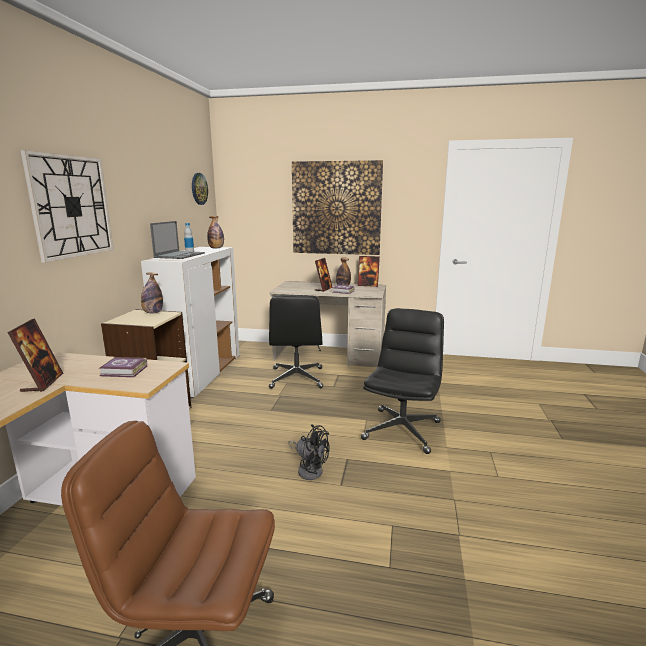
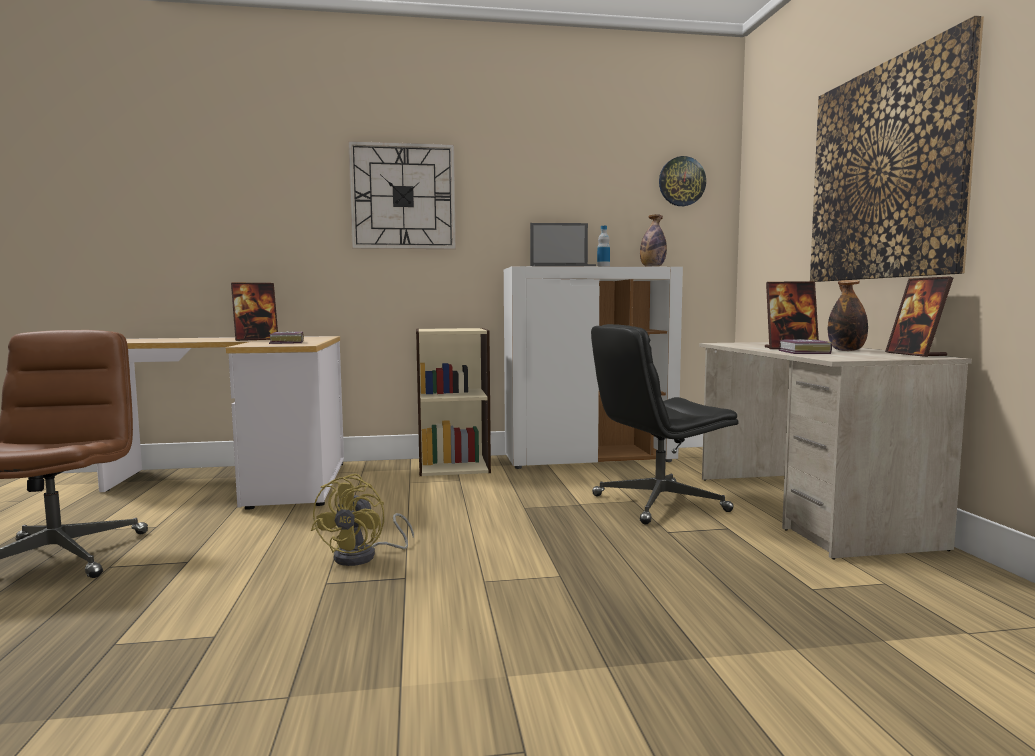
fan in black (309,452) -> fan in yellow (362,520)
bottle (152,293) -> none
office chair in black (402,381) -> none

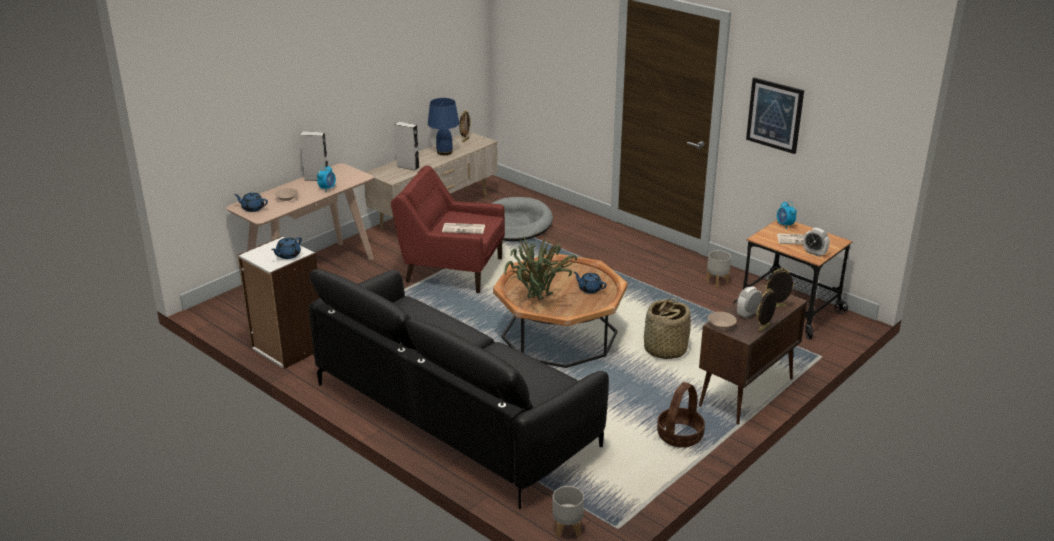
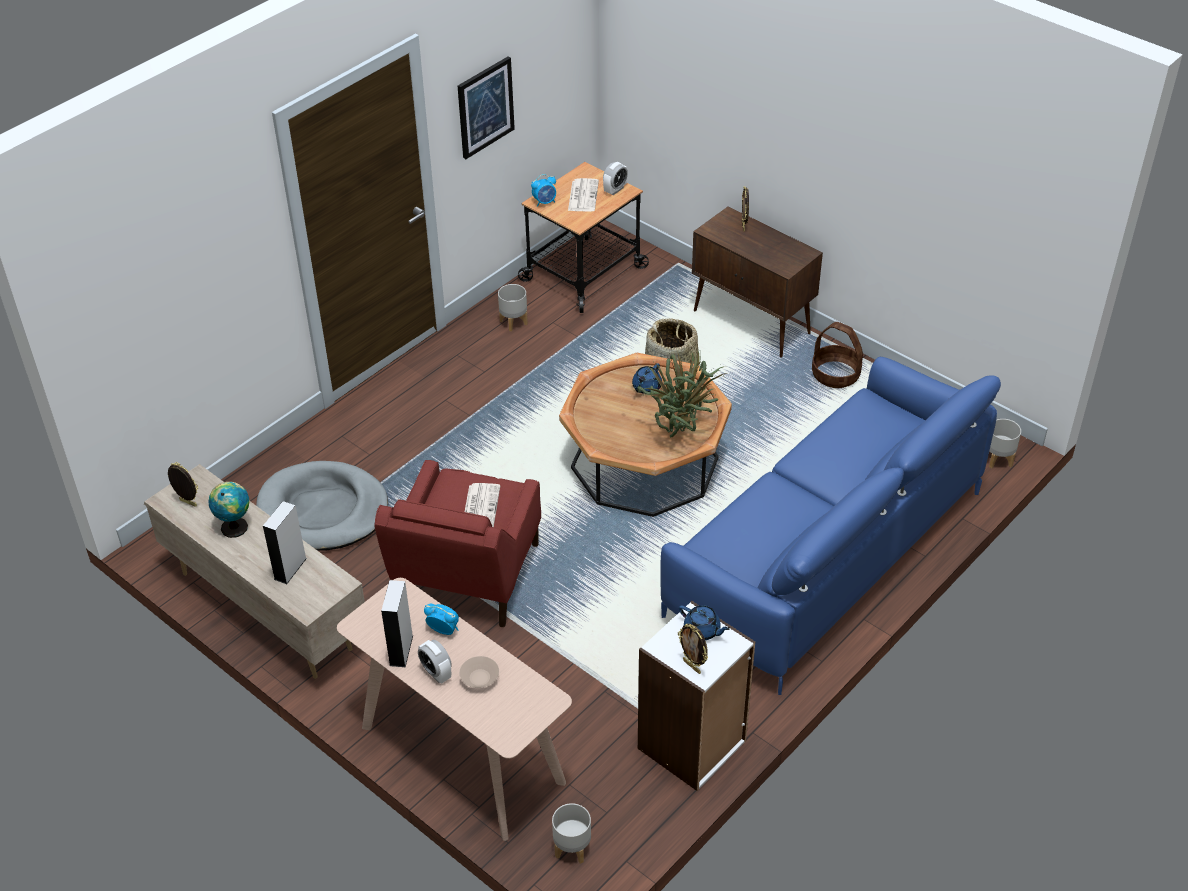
table lamp in blue (443,126) -> globe (229,510)
alarm clock (749,302) -> alarm clock (435,662), moved
none -> planter in grey (571,833)
sofa in black (459,389) -> sofa in blue (830,526)
picture frame (766,310) -> picture frame (693,649), moved
teapot in blue (251,202) -> none
bowl in beige (722,320) -> none

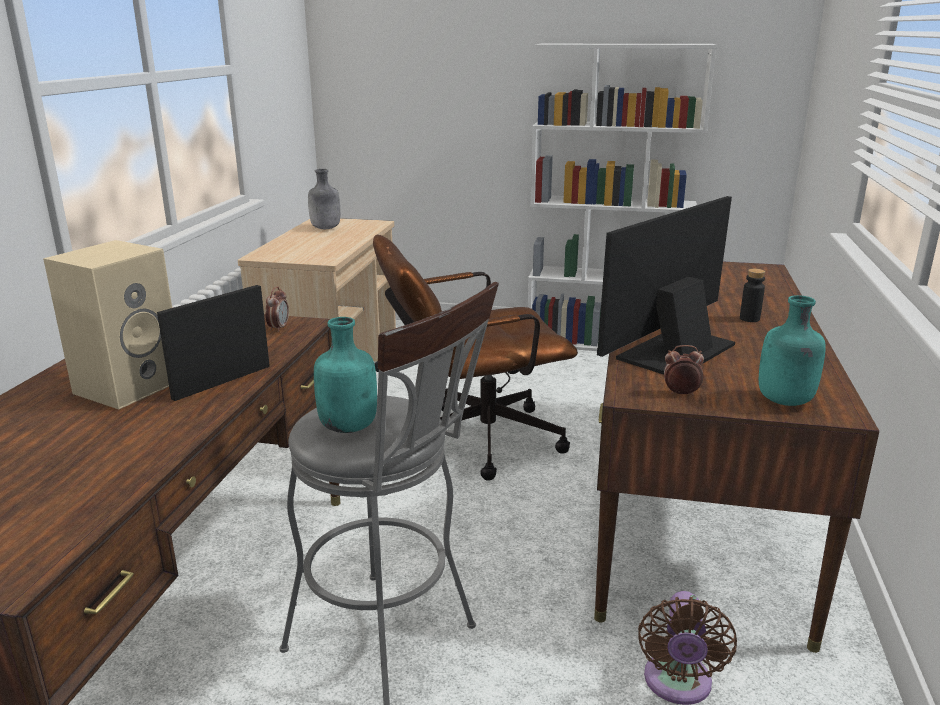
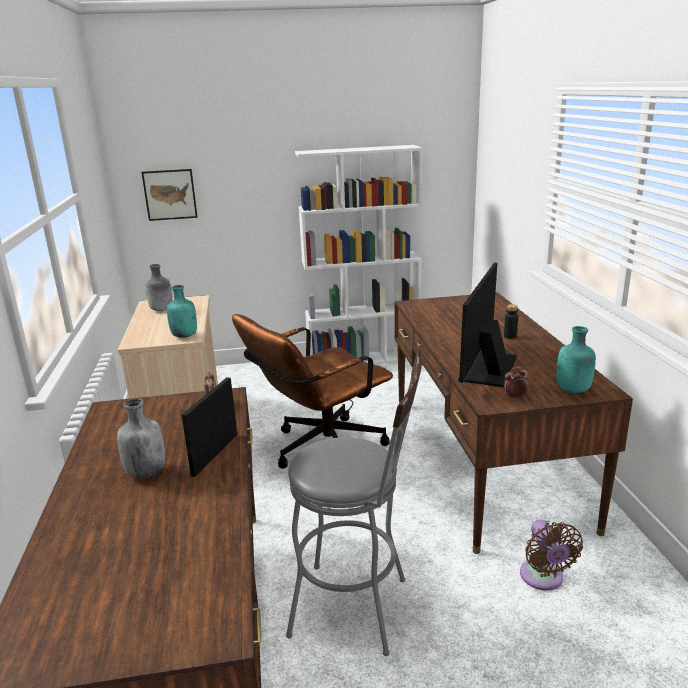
speaker in beige (107,324) -> bottle in grey (141,438)
none -> picture (169,195)
bottle in turquoise (345,375) -> bottle in turquoise (182,311), moved

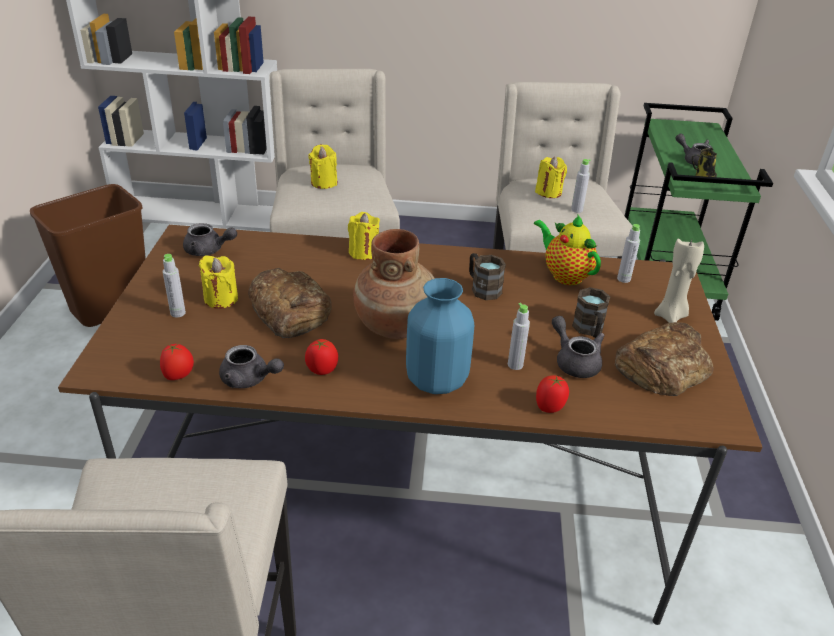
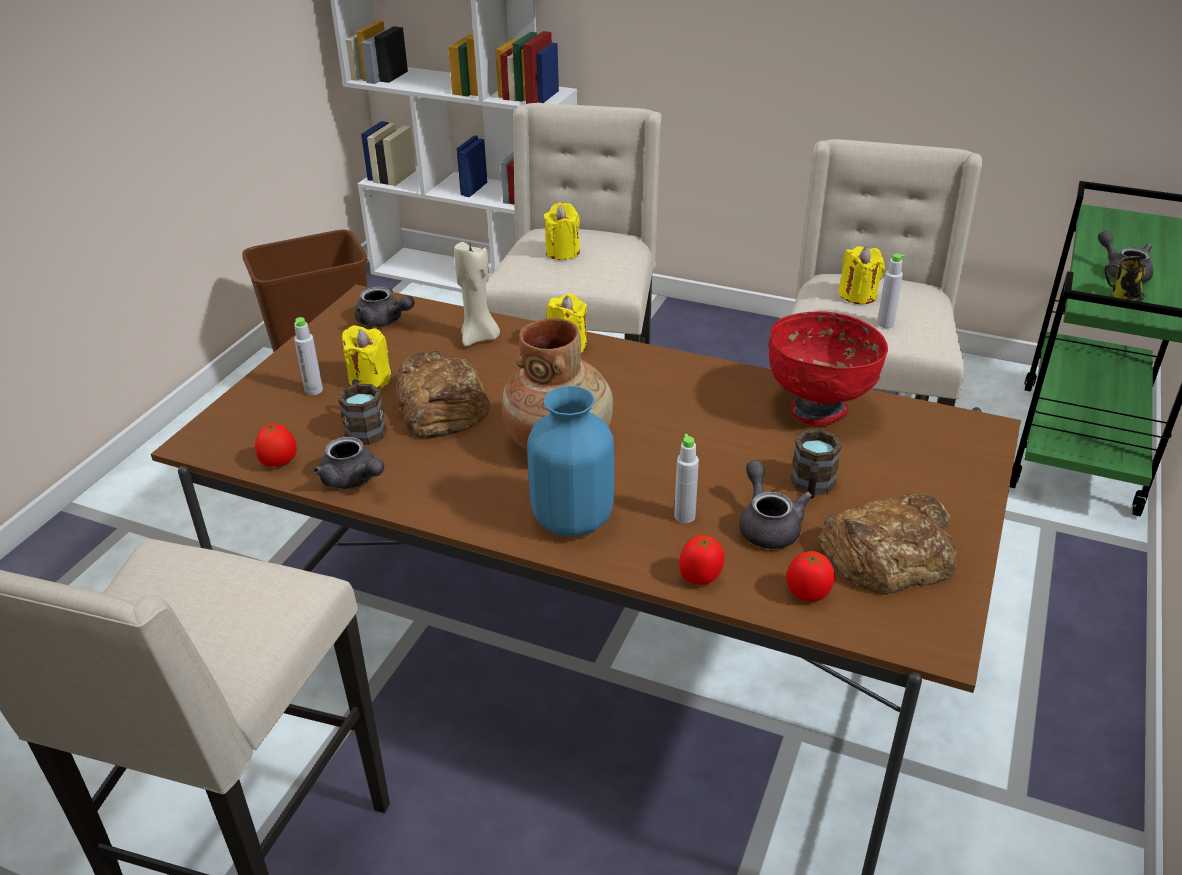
mug in brown (487,276) -> mug in brown (362,412), moved
candle in beige (679,280) -> candle in beige (477,294), moved
teapot (567,250) -> bowl in red (828,368)
tomato (321,357) -> tomato (810,576), moved
bottle in grey (628,253) -> none

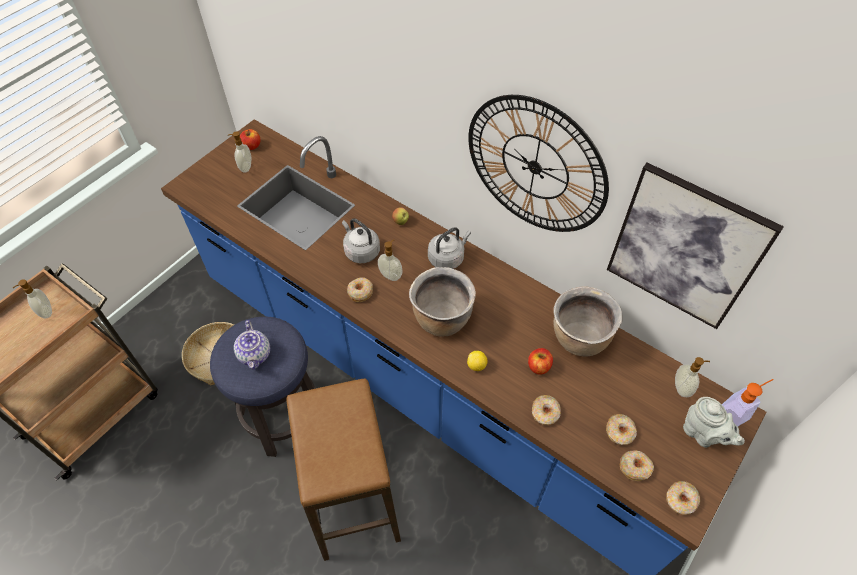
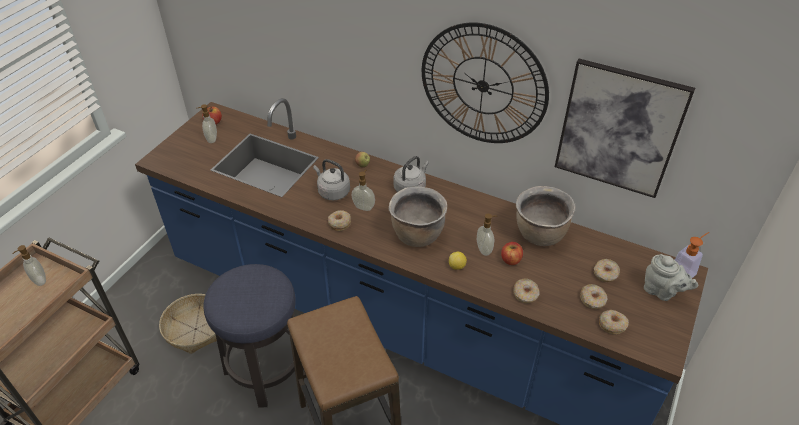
soap dispenser (692,377) -> soap dispenser (487,235), moved
donut (683,498) -> donut (607,270), moved
teapot (252,345) -> none

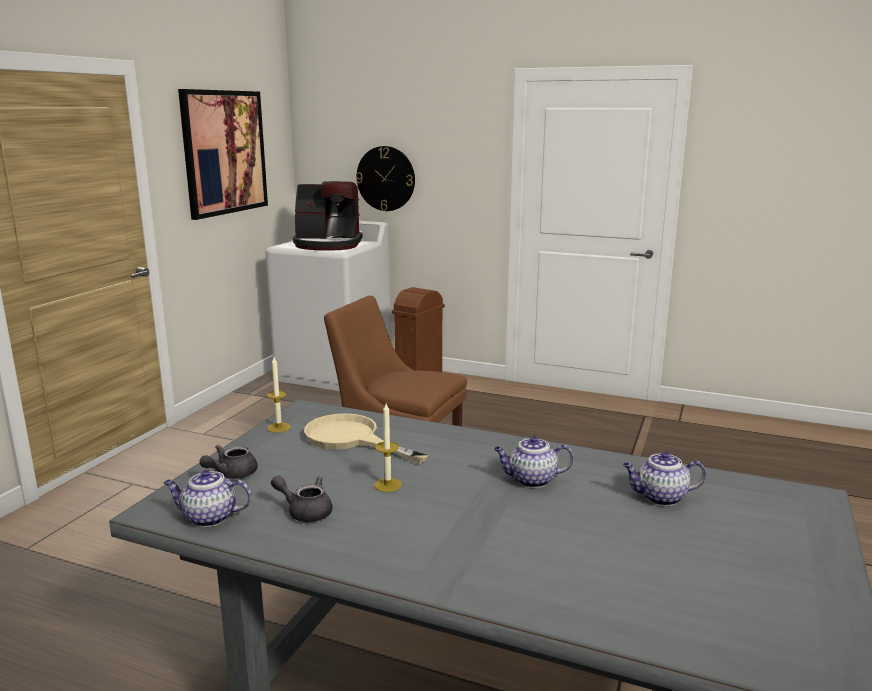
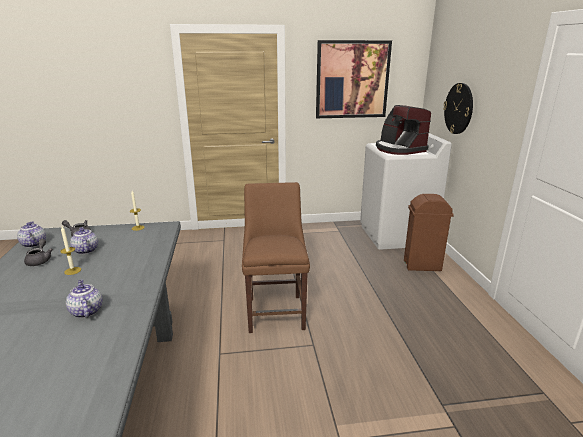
teapot (664,479) -> teapot (84,240), moved
frying pan in beige (366,438) -> none

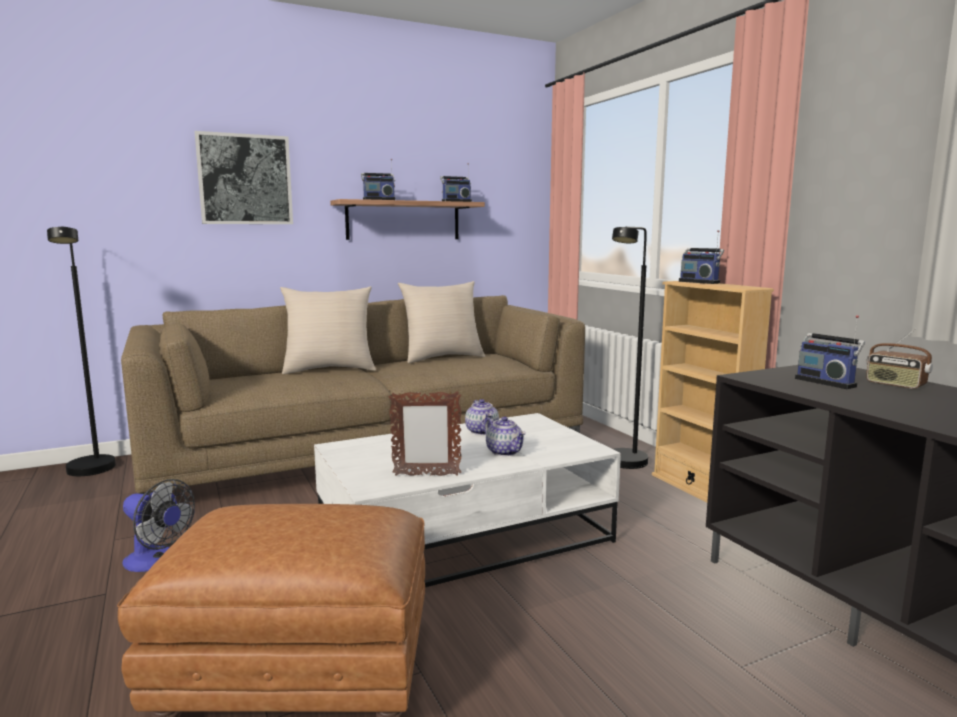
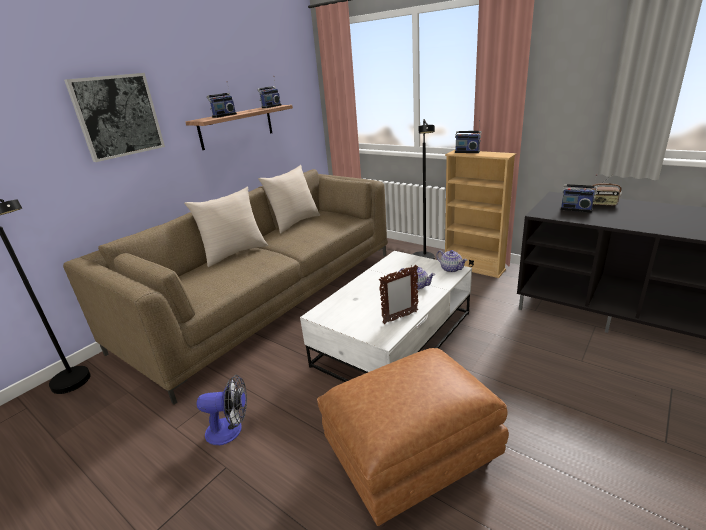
teapot (482,417) -> teapot (451,261), moved

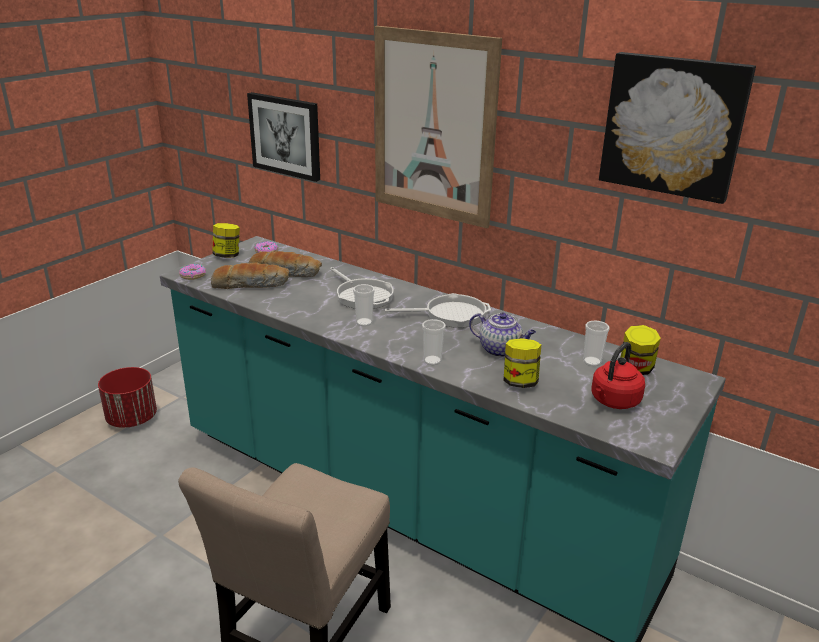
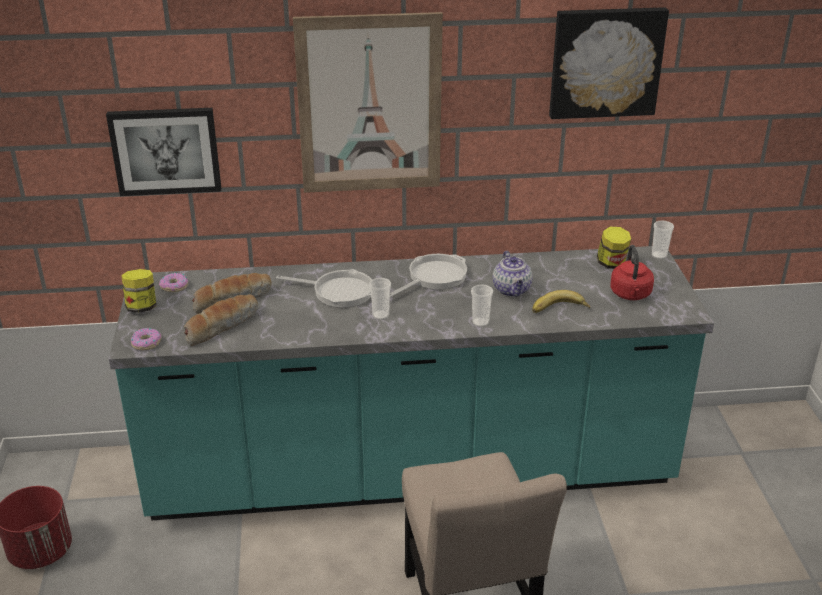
teapot (502,335) -> teapot (513,274), 90 degrees clockwise
jar (522,363) -> banana (561,301)
cup (596,343) -> cup (663,239), moved

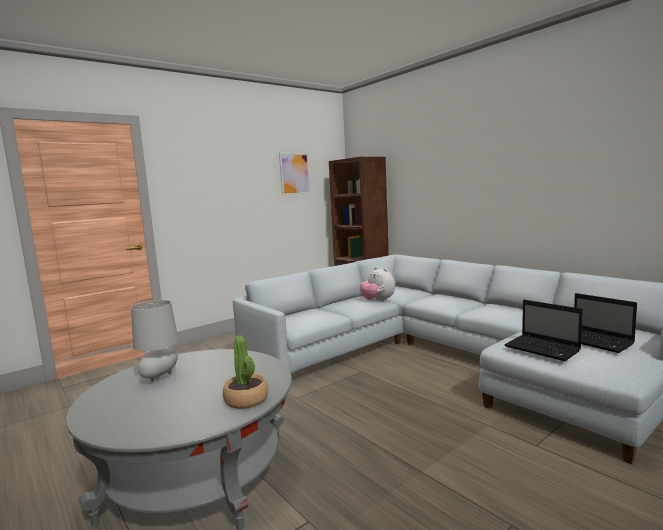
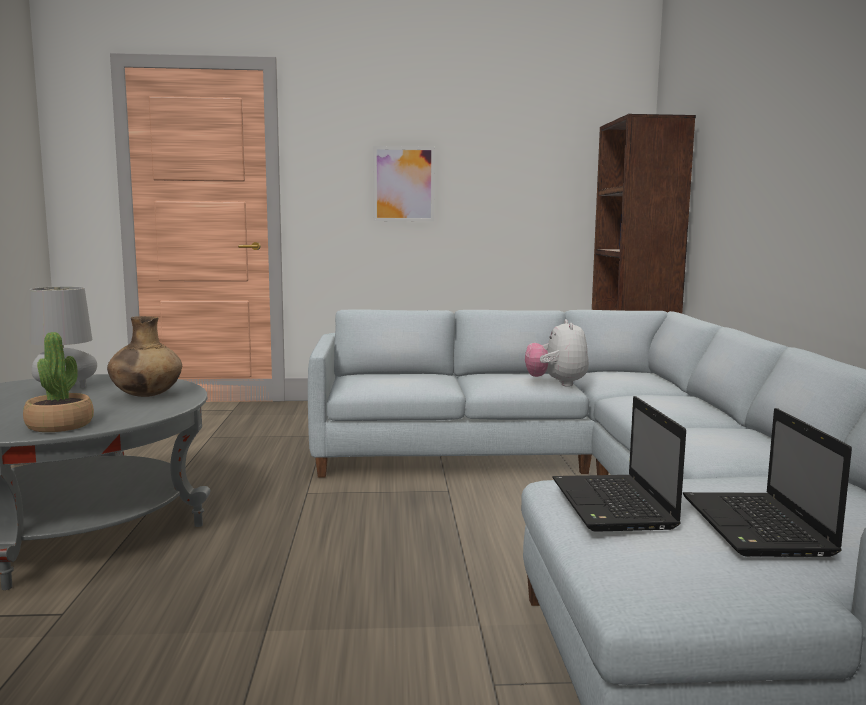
none -> vase in brown (144,356)
picture (295,174) -> picture (404,184), moved

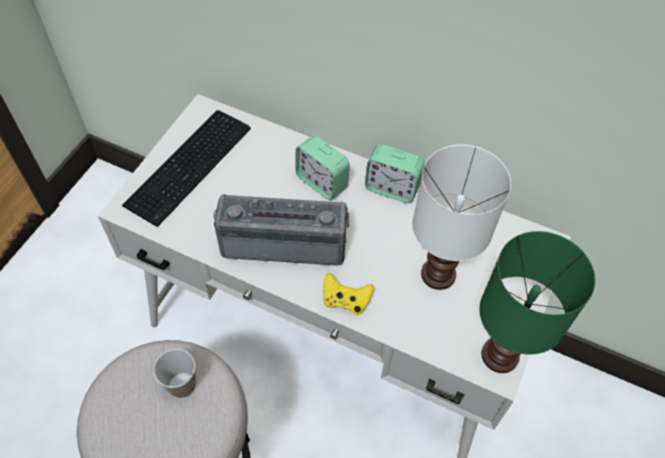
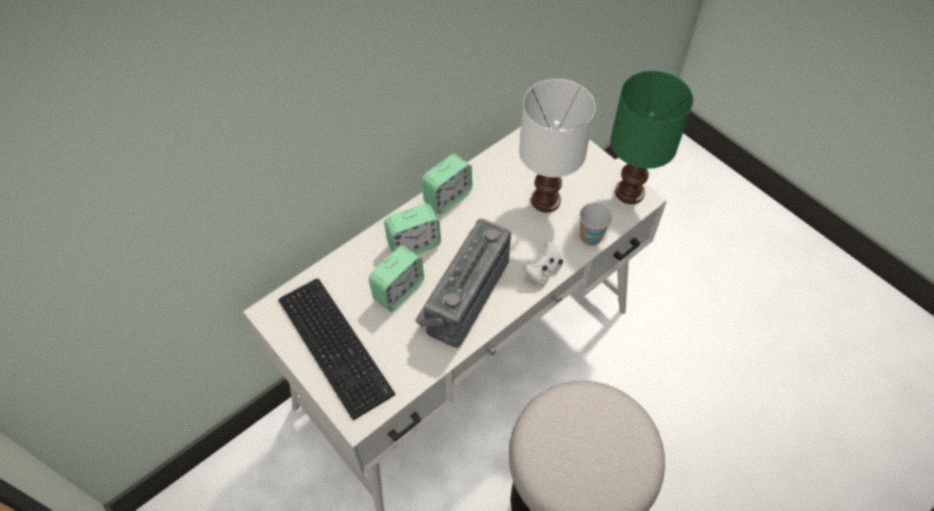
none -> alarm clock (396,279)
game controller in yellow (348,294) -> game controller in white (543,263)
cup (175,373) -> cup (595,224), moved

